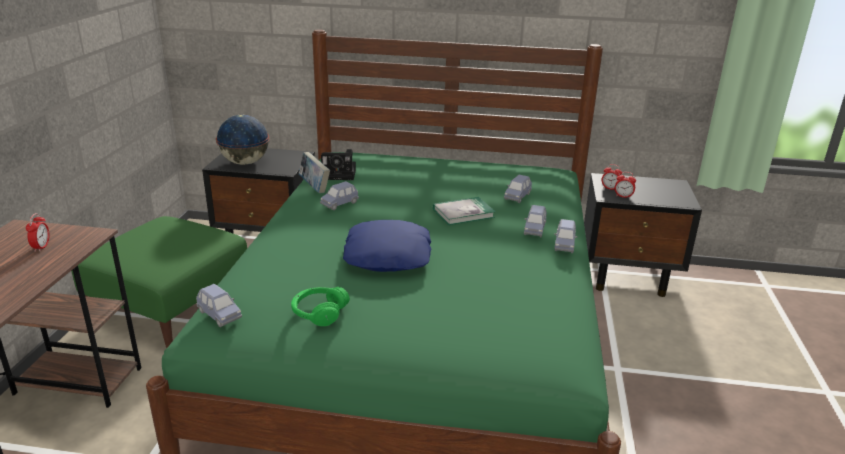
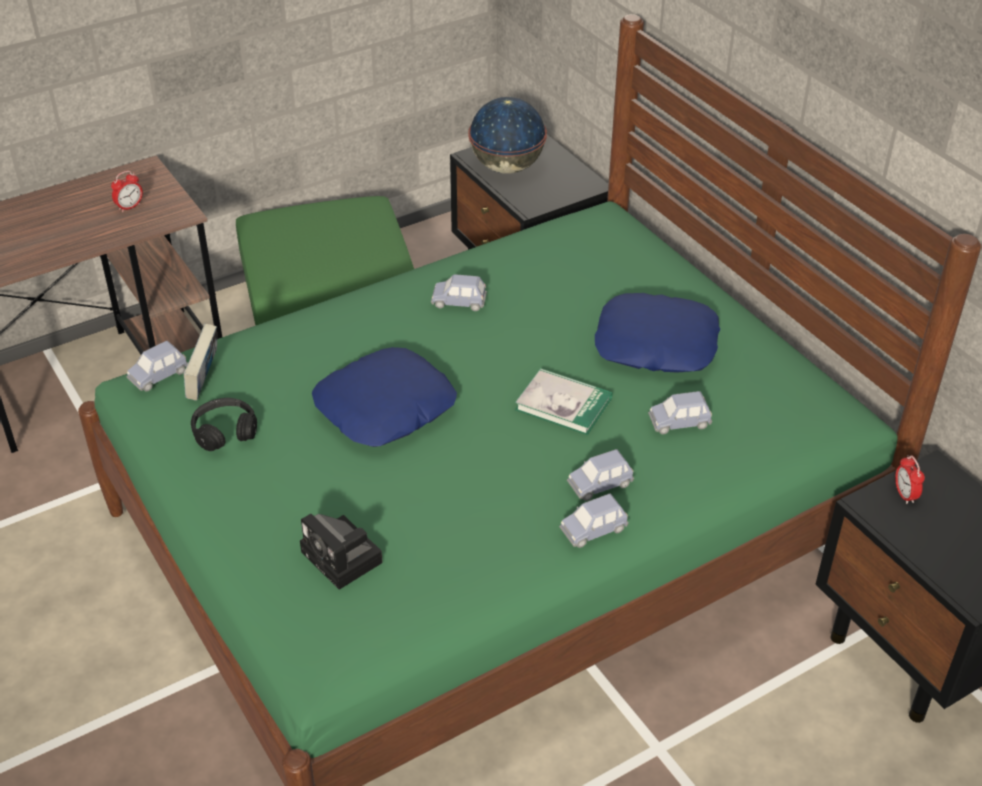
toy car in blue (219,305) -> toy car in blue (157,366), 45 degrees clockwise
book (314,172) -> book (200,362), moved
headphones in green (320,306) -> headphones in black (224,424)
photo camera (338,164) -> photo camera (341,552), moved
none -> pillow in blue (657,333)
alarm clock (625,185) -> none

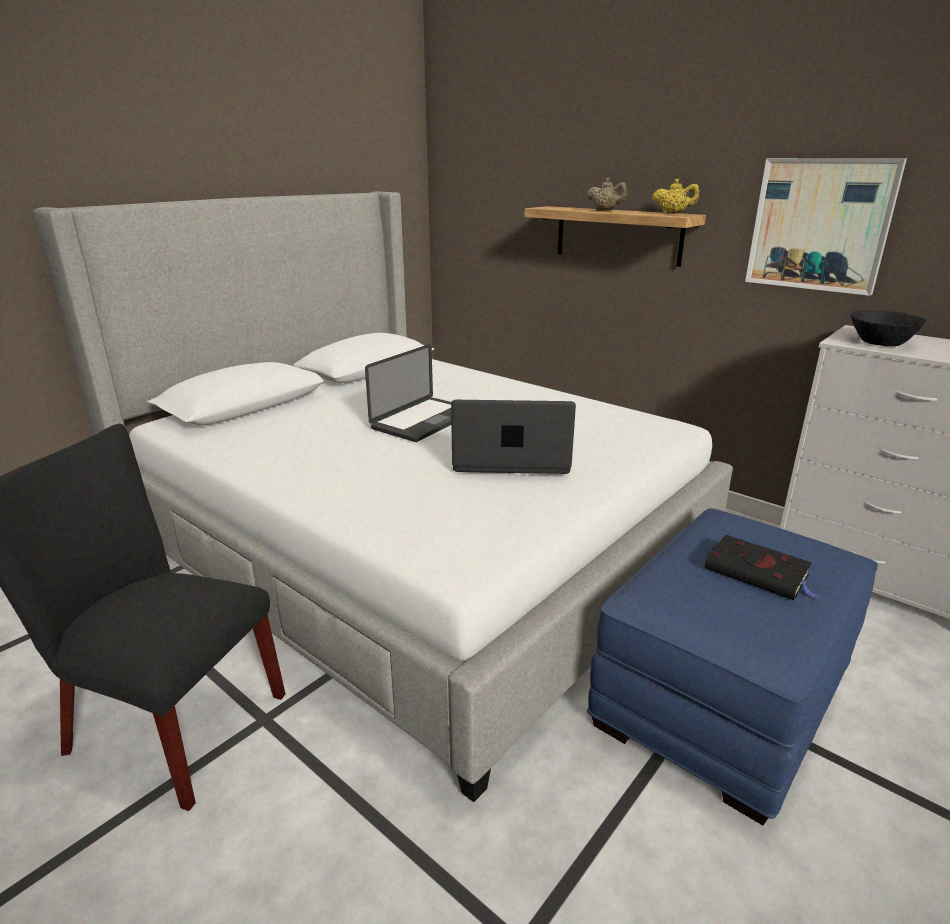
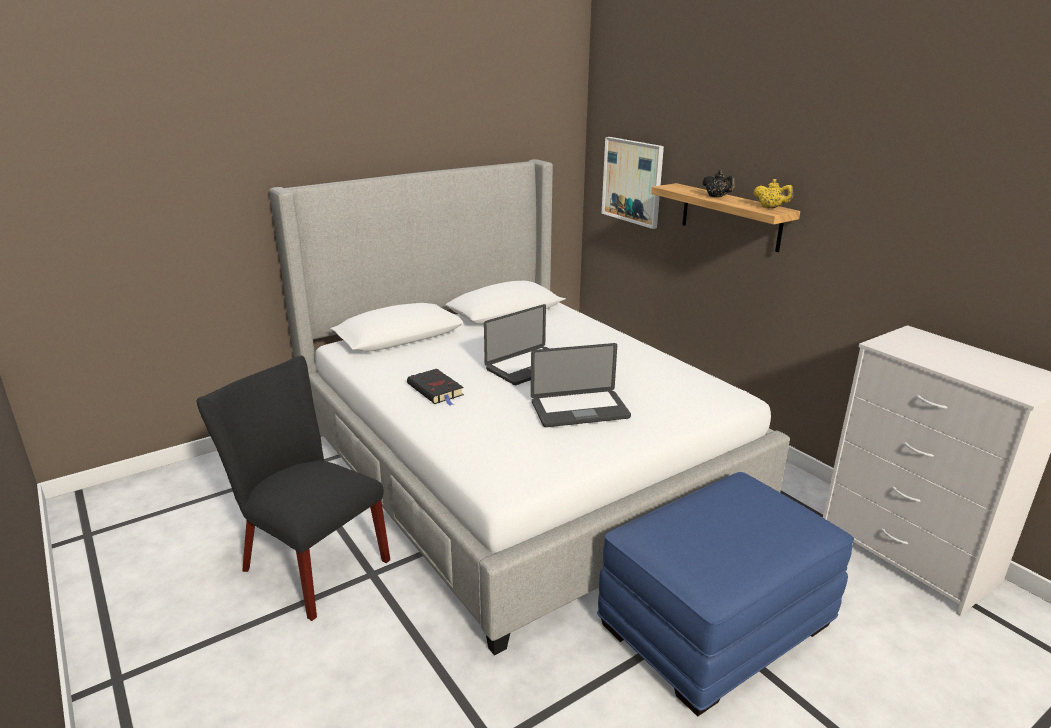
book in black (762,567) -> book in black (435,387), moved
laptop (513,437) -> laptop (581,385), 150 degrees clockwise
picture (826,227) -> picture (633,183), moved
teapot in beige (607,194) -> teapot in black (718,184)
bowl in black (888,328) -> none

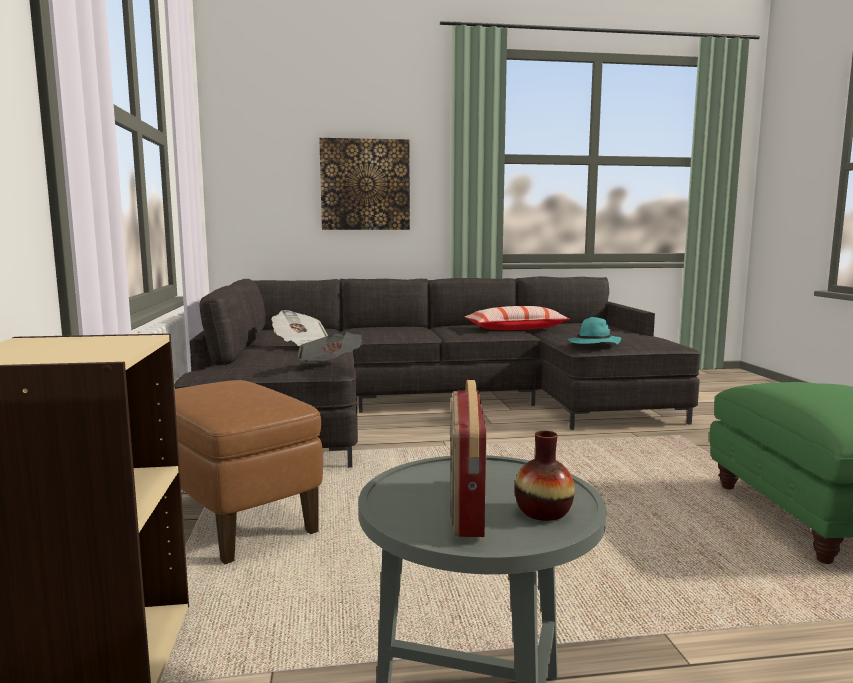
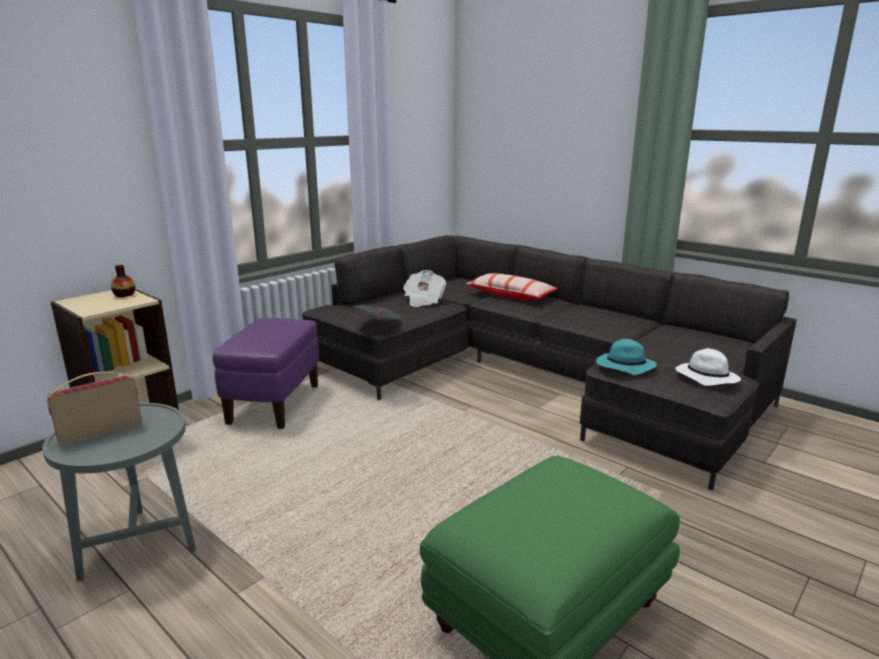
vase (545,476) -> vase (123,281), moved
ottoman in brown (248,472) -> ottoman in purple (266,373)
pillow (517,318) -> pillow (511,287), moved
none -> hat in white (708,367)
picture (364,184) -> none

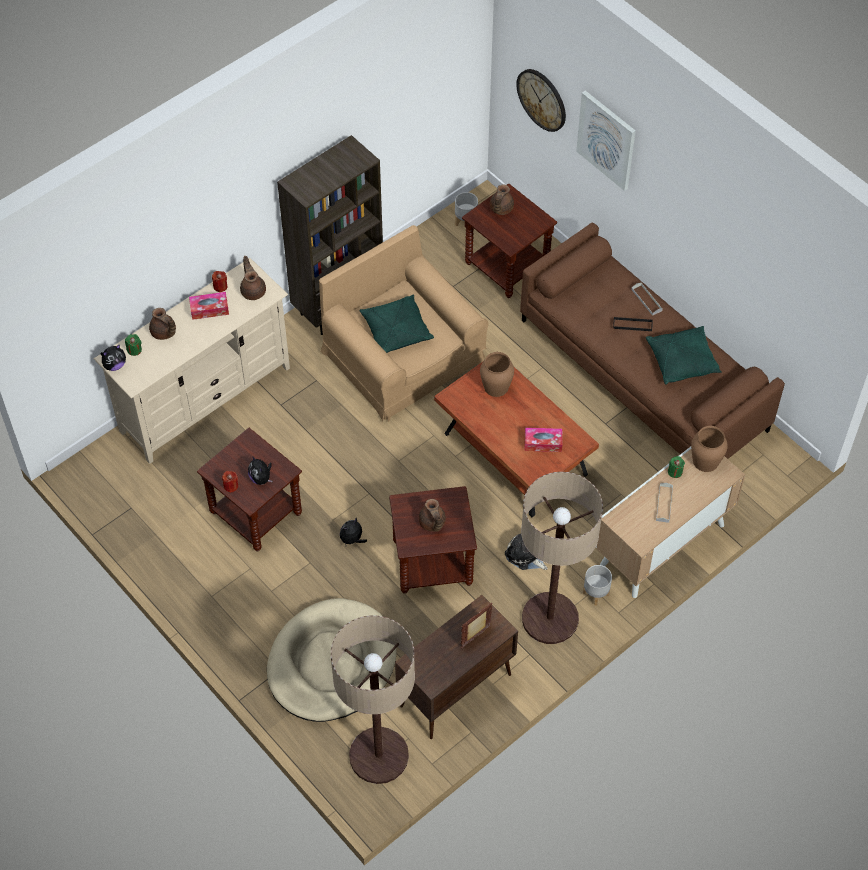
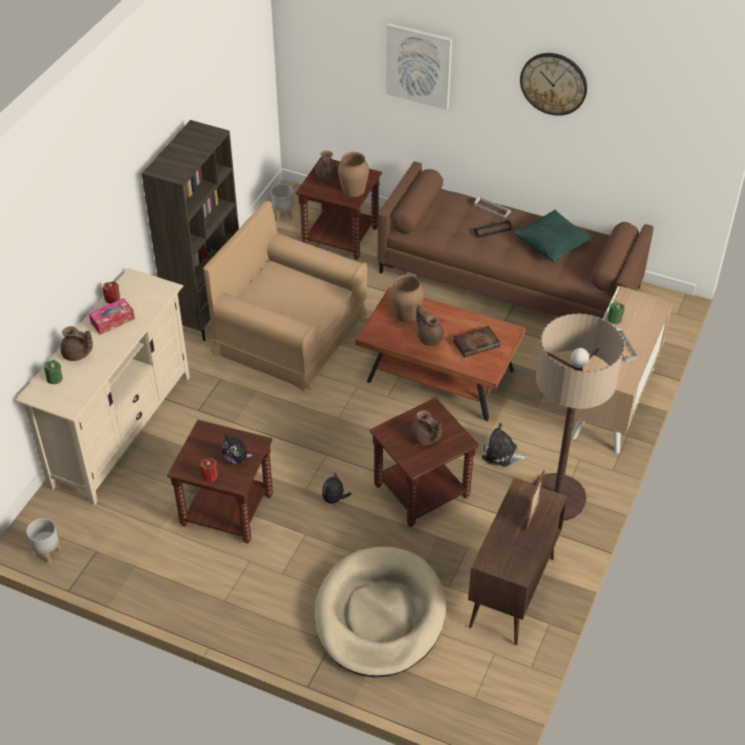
planter in grey (597,585) -> planter in grey (44,541), moved
vase in brown (709,449) -> vase in brown (353,174), moved
teapot in brown (253,278) -> teapot in brown (430,325), moved
tissue box (543,440) -> book (477,342)
wall clock (541,100) -> wall clock (553,84), moved
plush toy (113,357) -> none
floor lamp (373,699) -> none
pillow in green (396,323) -> none

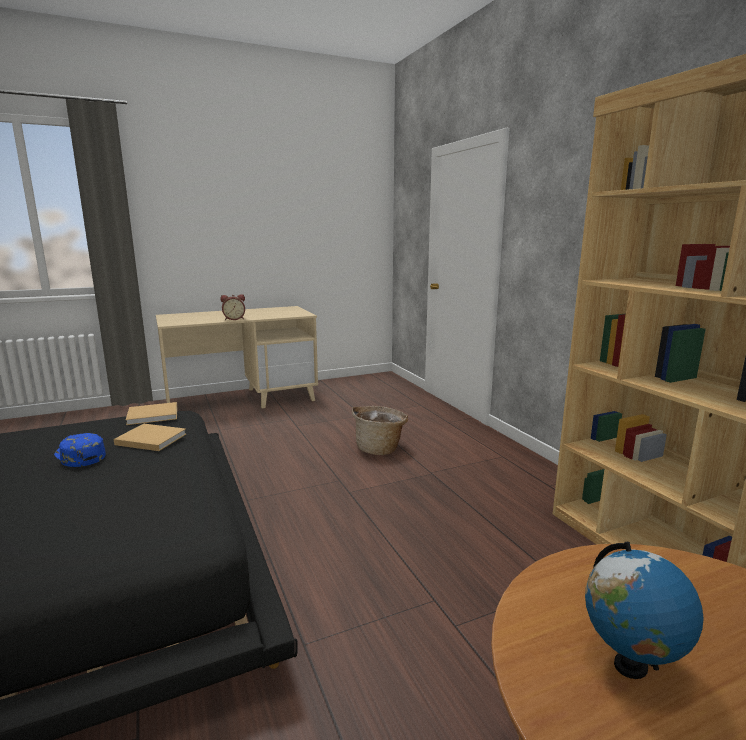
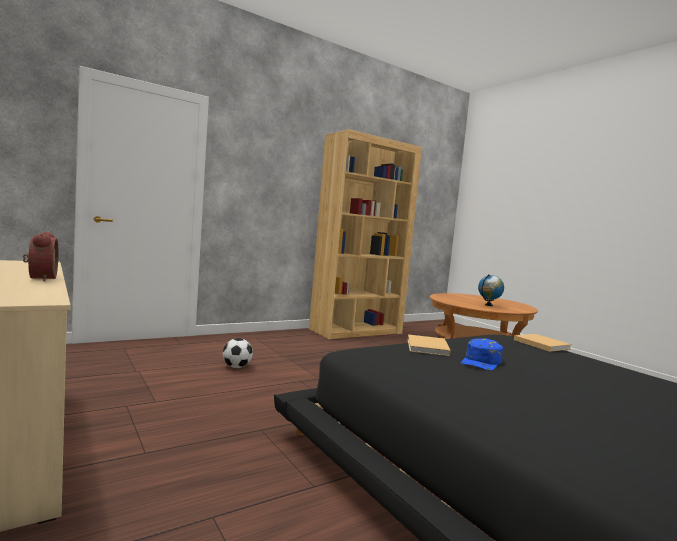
basket (380,430) -> football (238,353)
book in beige (151,413) -> book in beige (543,343), moved

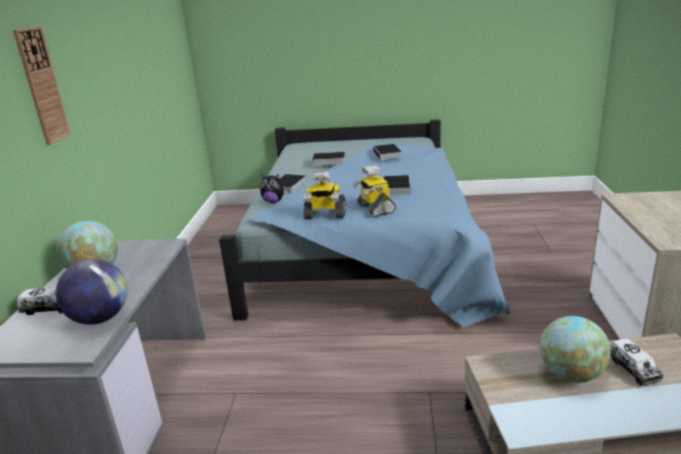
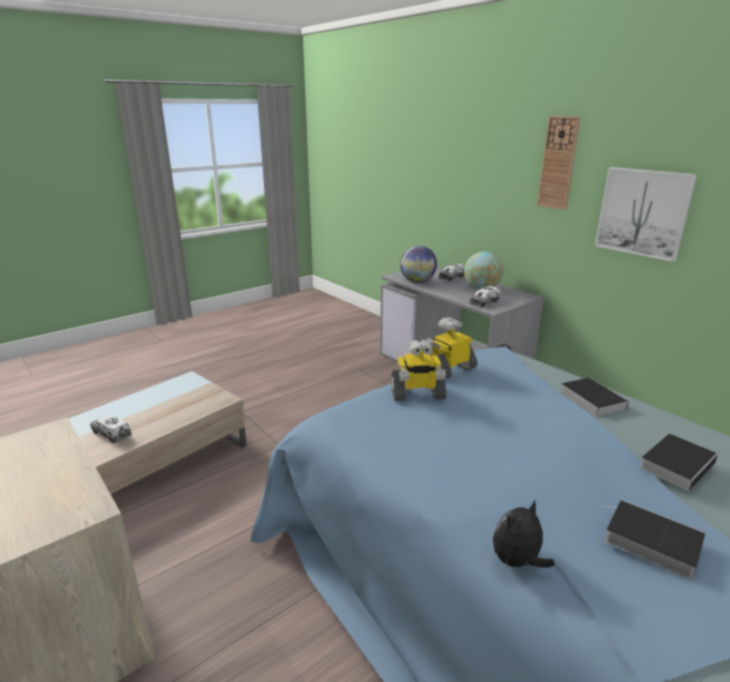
toy robot (374,191) -> toy robot (418,370), 150 degrees clockwise
none -> toy truck (485,296)
plush toy (273,188) -> plush toy (524,534), moved
none -> picture (646,214)
book (397,185) -> none
globe (575,349) -> none

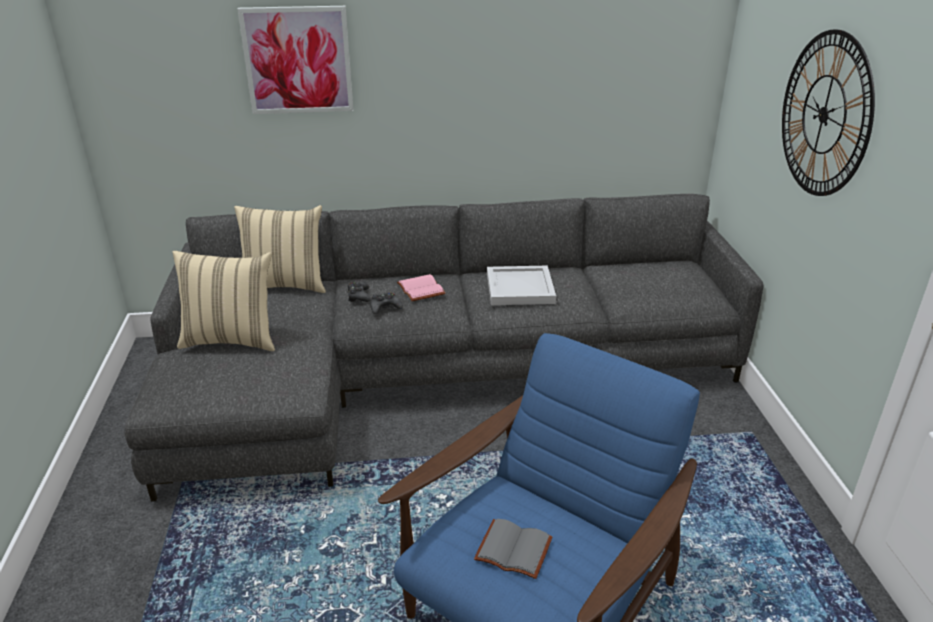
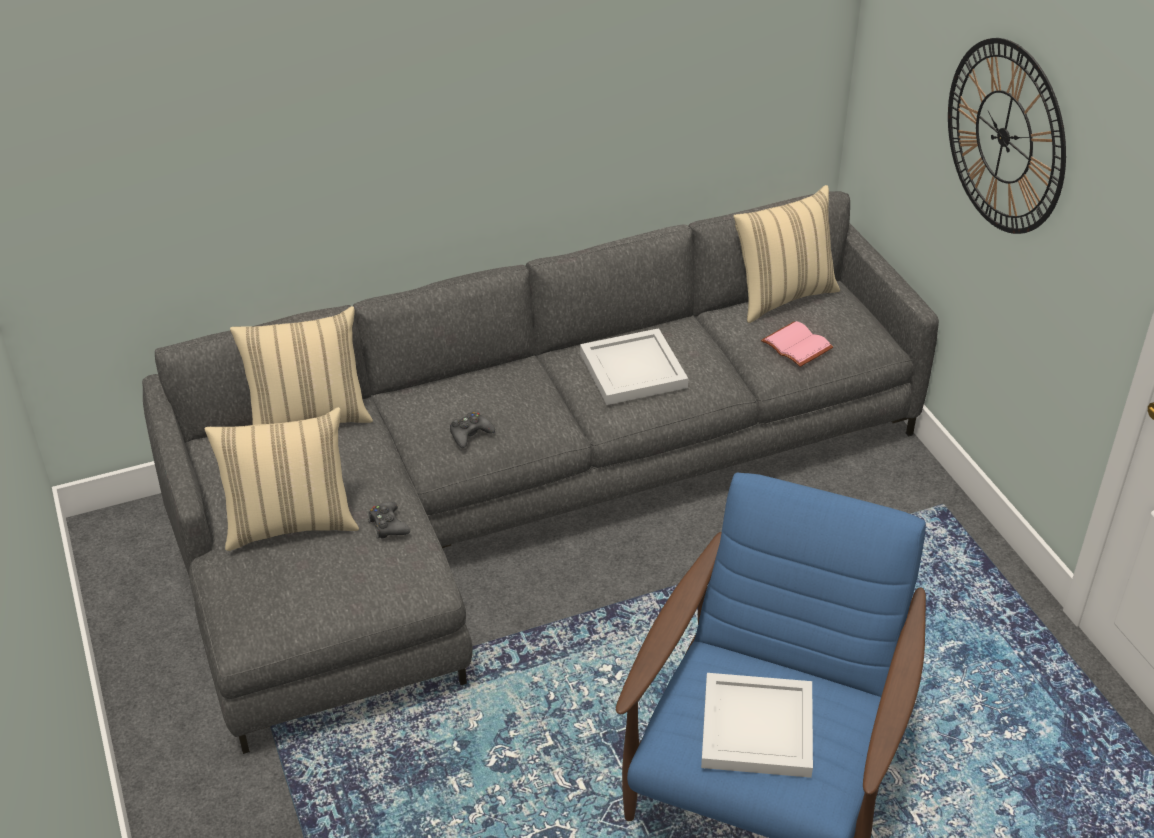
game controller in black (359,292) -> game controller in black (389,520), moved
book in grey (513,549) -> tray in white (757,725)
none -> pillow in beige (787,254)
book in pink (421,287) -> book in pink (797,344), moved
picture (296,60) -> none

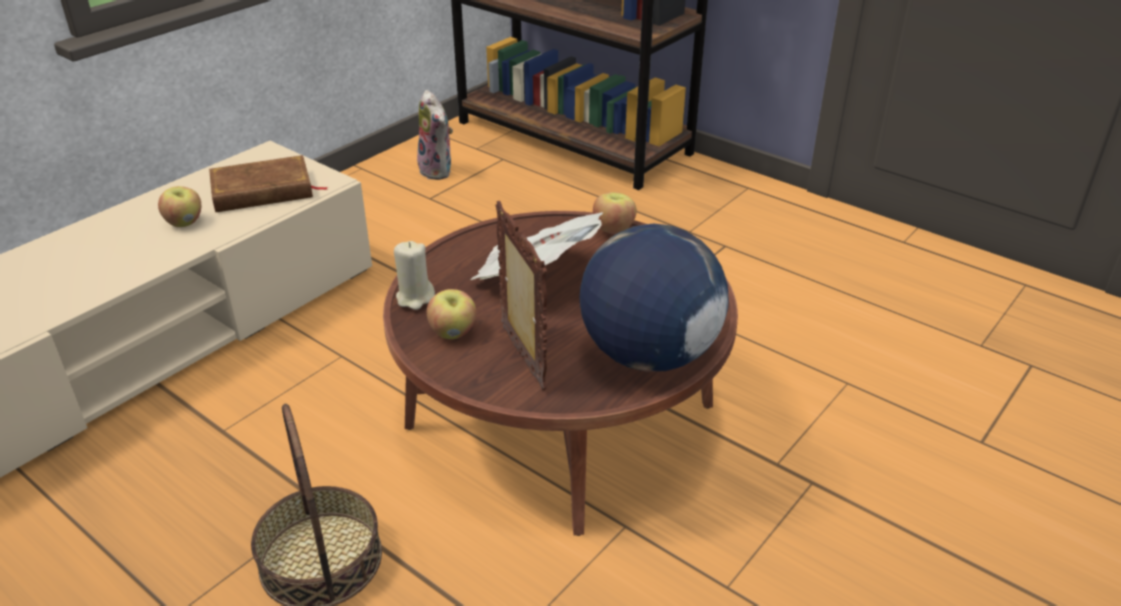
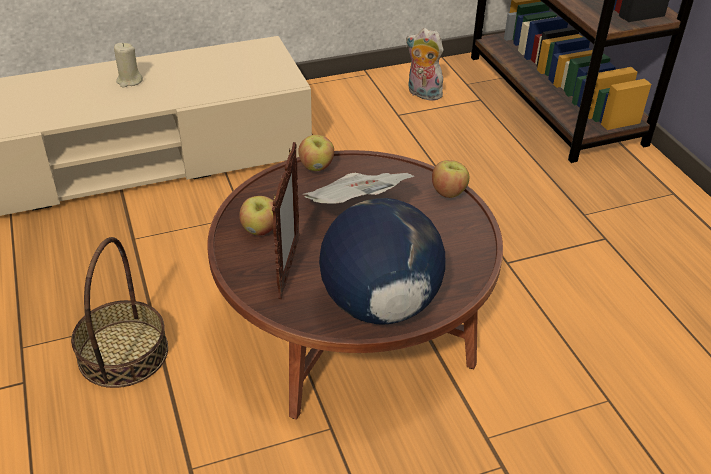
candle in beige (414,275) -> candle in beige (128,65), moved
apple (179,206) -> apple (316,153), moved
plush toy (435,135) -> plush toy (425,64), 120 degrees clockwise
book in brown (268,183) -> none

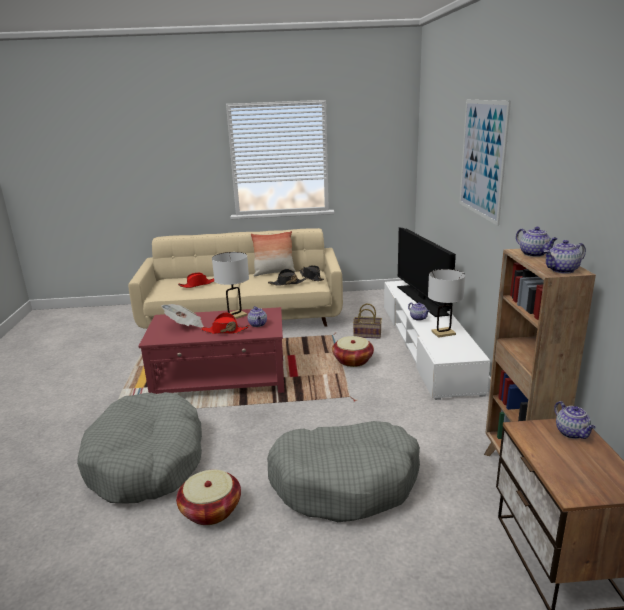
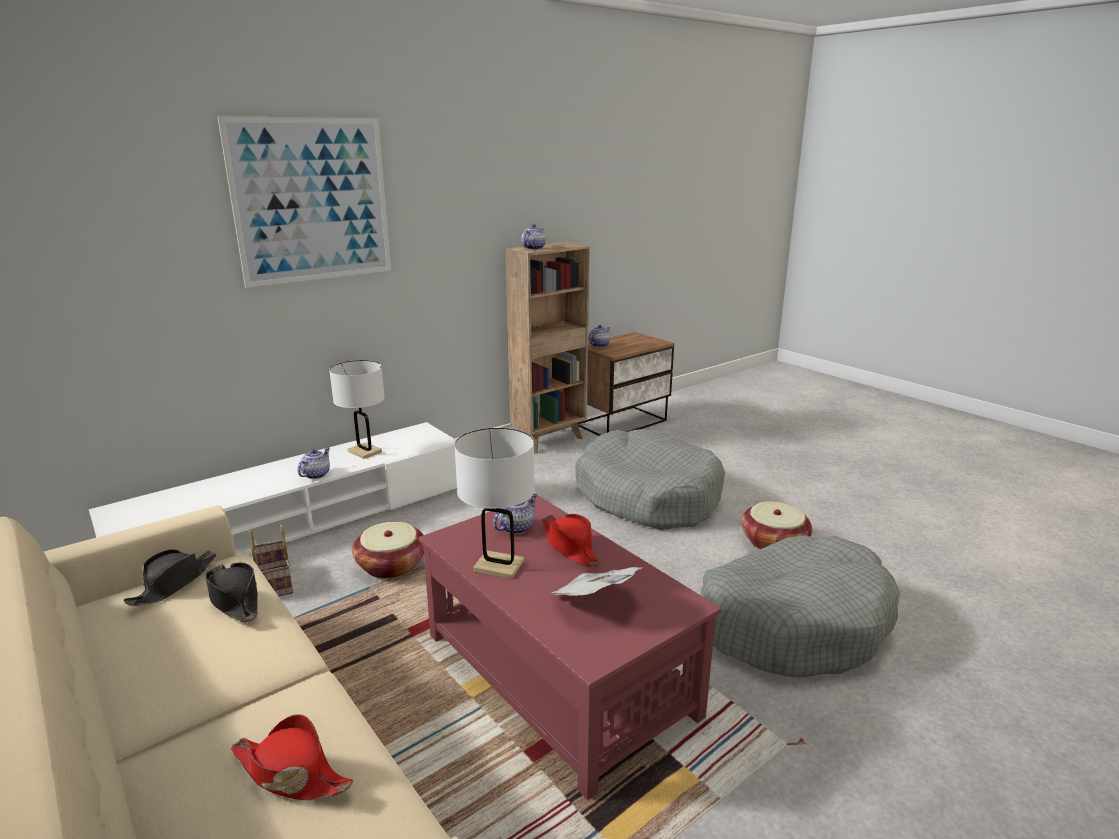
pillow (273,253) -> none
television (426,272) -> none
teapot (564,257) -> none

